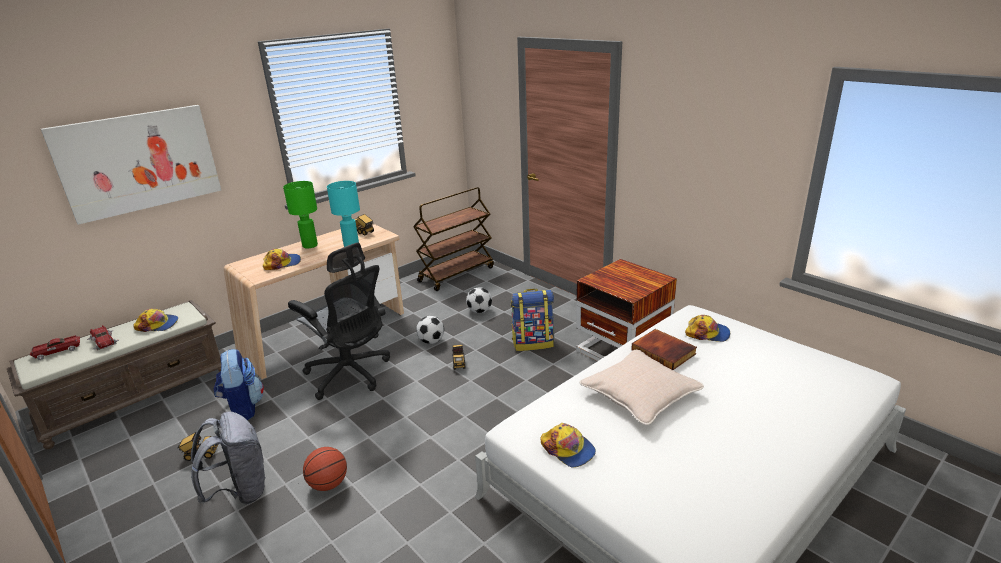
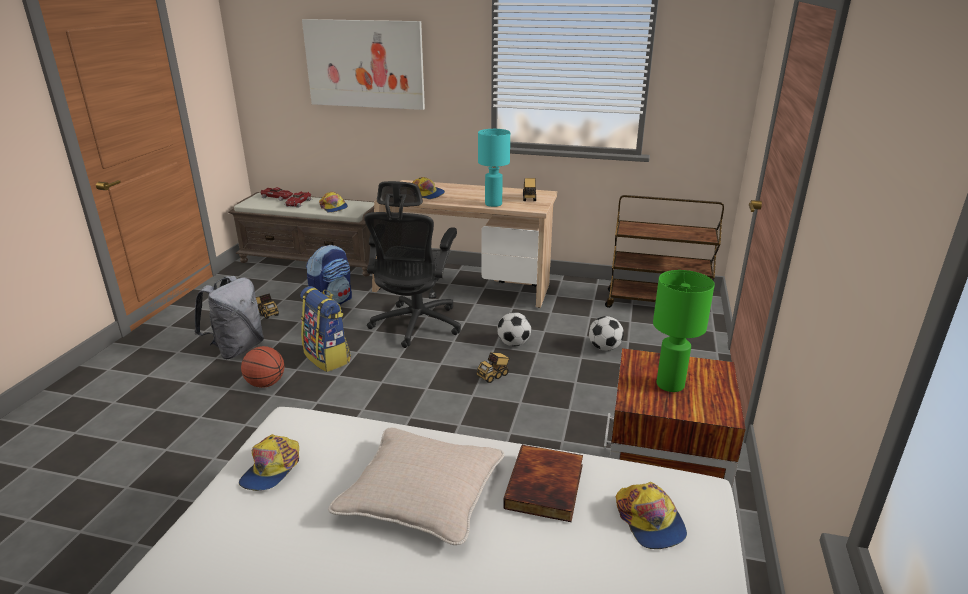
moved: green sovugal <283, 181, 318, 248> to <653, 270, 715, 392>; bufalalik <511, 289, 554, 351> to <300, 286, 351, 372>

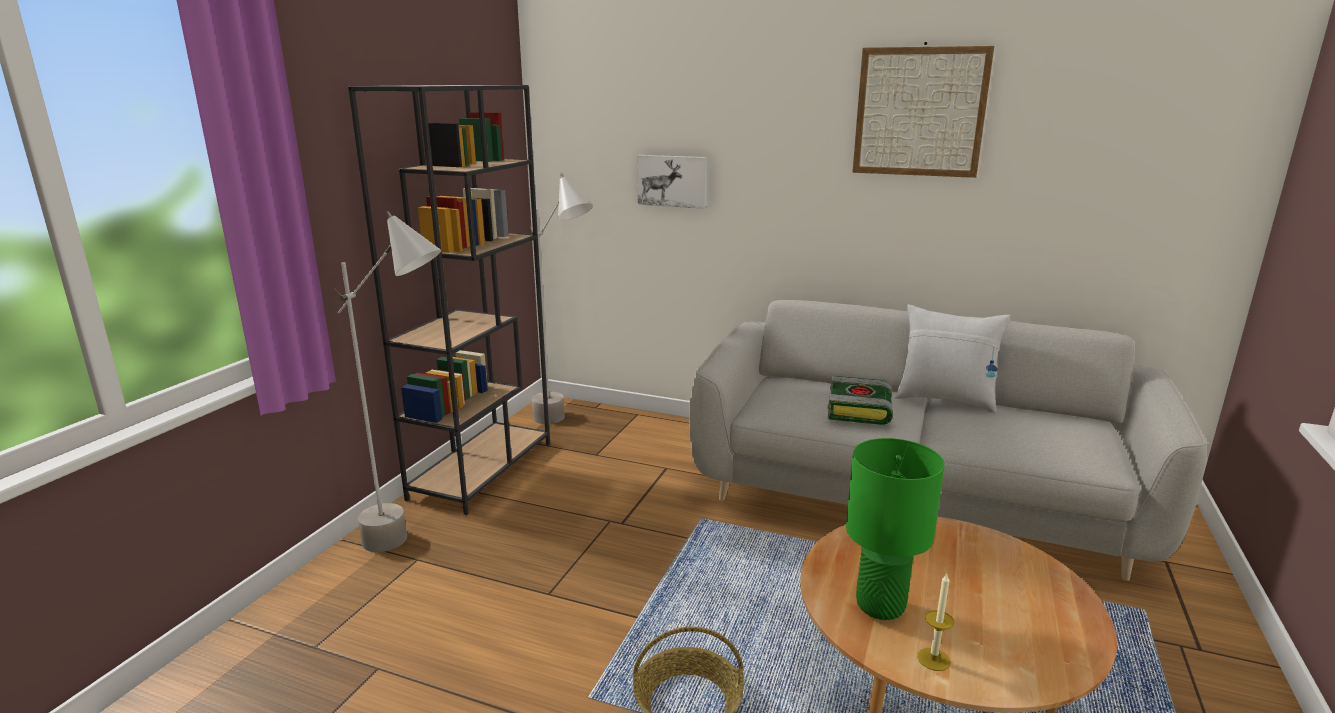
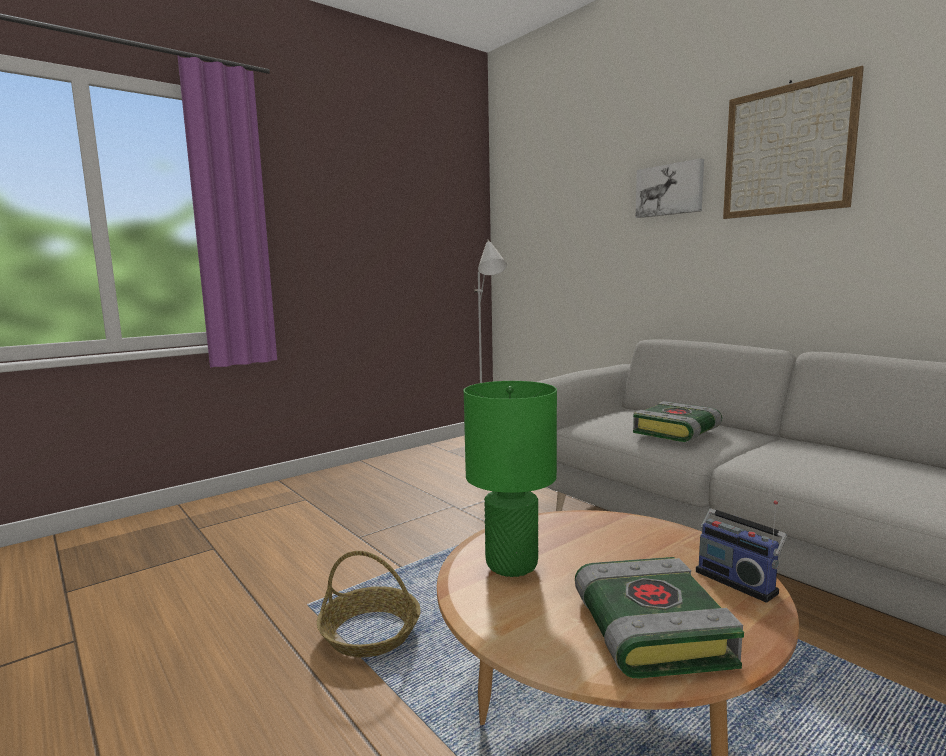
removed: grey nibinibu <334, 211, 441, 552>; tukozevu <348, 85, 550, 515>; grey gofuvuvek <895, 305, 1010, 413>; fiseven <917, 574, 954, 671>
added: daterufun <575, 557, 744, 678>; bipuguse <696, 500, 787, 603>
moved: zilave <637, 155, 708, 209> to <636, 158, 704, 218>

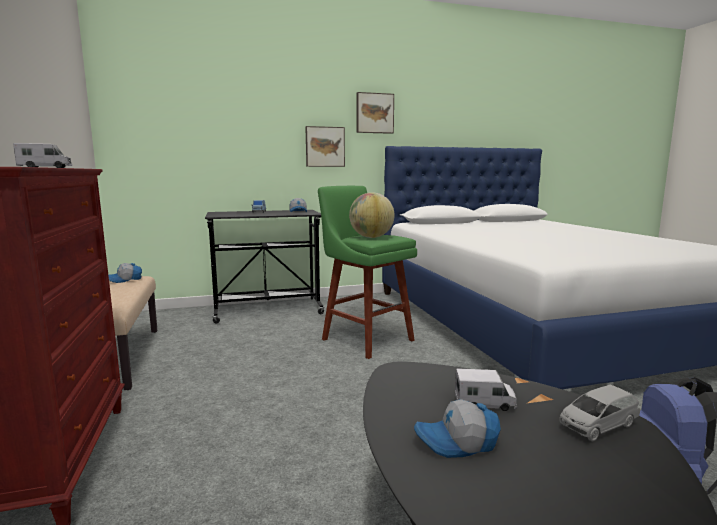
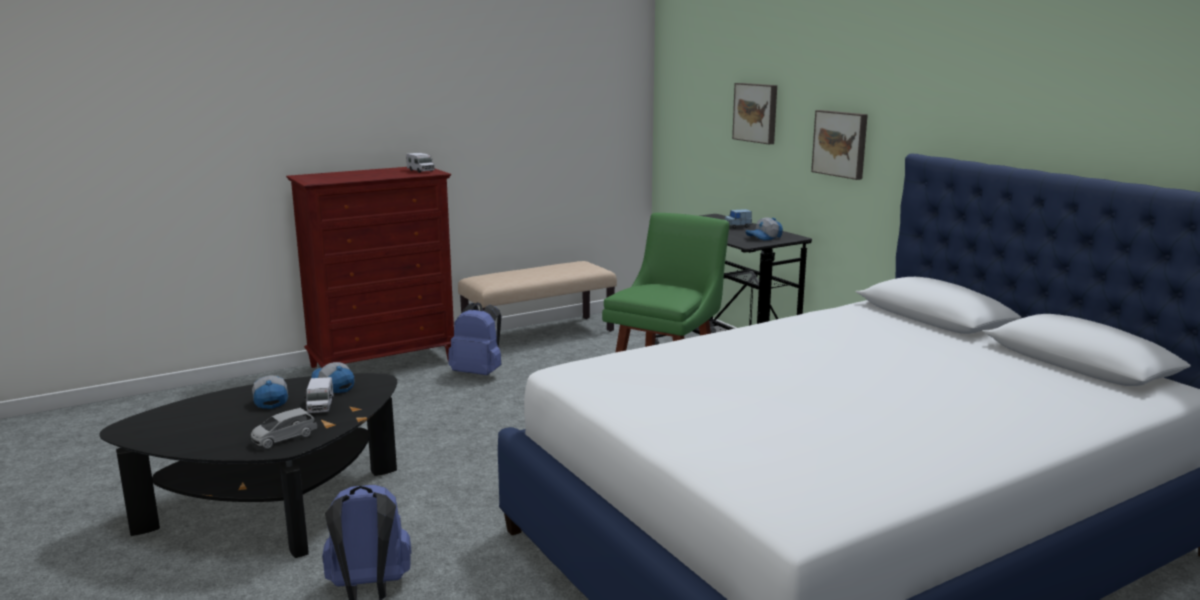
removed: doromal <349, 192, 395, 238>
added: blue bufalalik <448, 302, 502, 375>
moved: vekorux <108, 263, 142, 283> to <311, 362, 354, 393>; zilave <356, 92, 394, 134> to <732, 83, 777, 144>
turned: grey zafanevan <559, 385, 640, 441> = <251, 408, 317, 449> 90 degrees counterclockwise

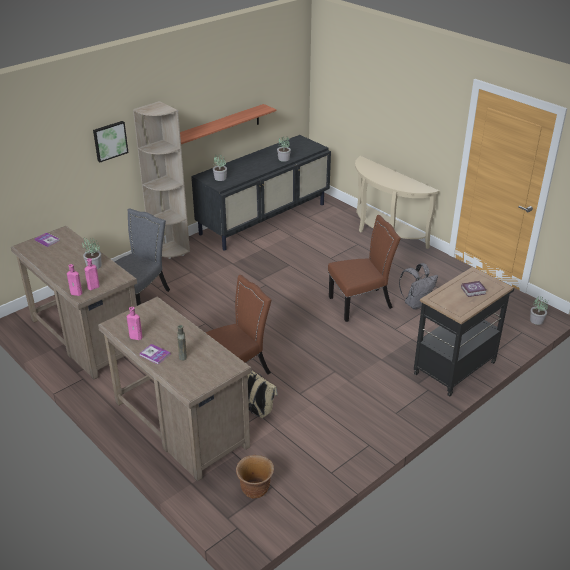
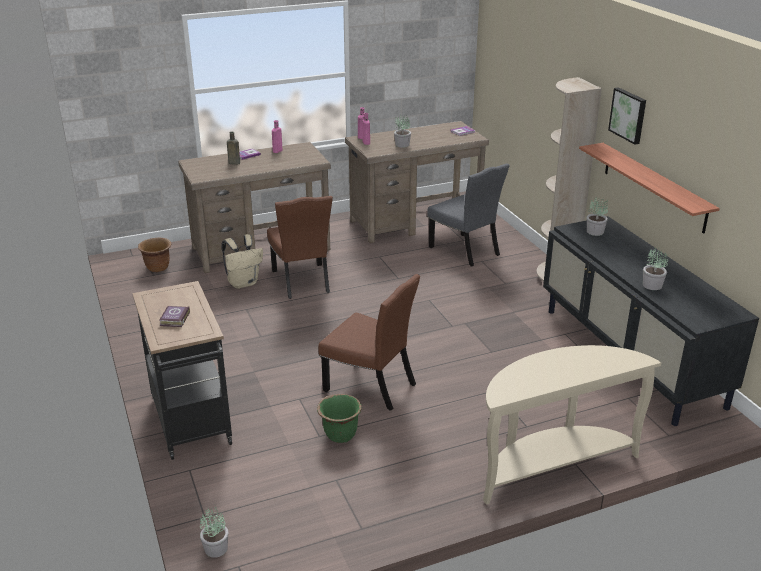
moved: zilave <93, 121, 128, 162> to <608, 87, 646, 145>
replaced: grey bufalalik <399, 263, 438, 309> to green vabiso <317, 394, 362, 443>
turned: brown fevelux <328, 215, 401, 322> = <318, 274, 420, 411> 60 degrees counterclockwise

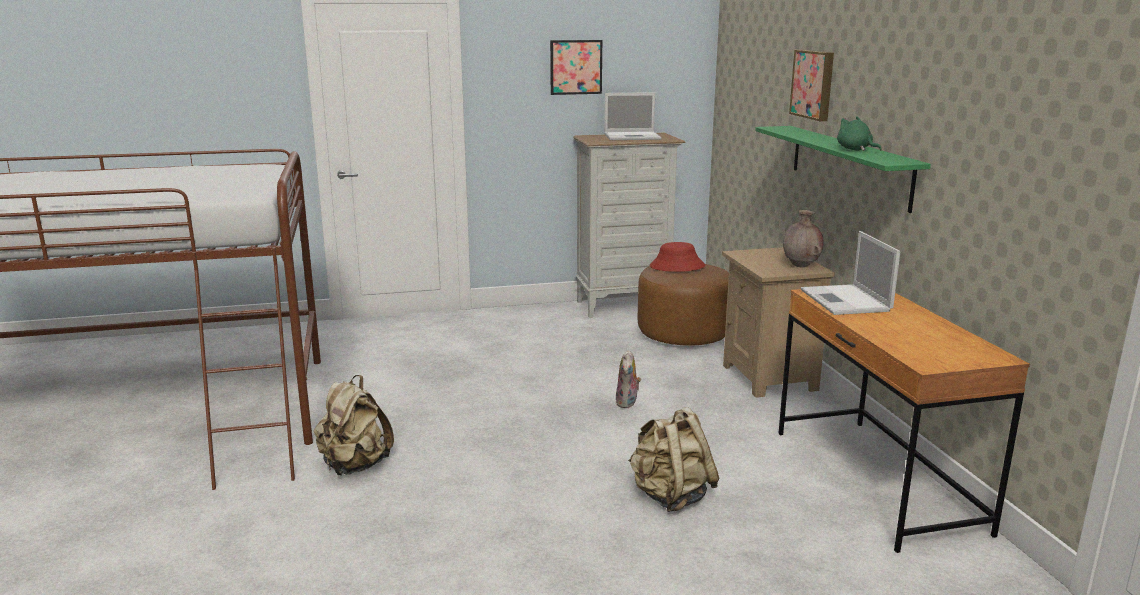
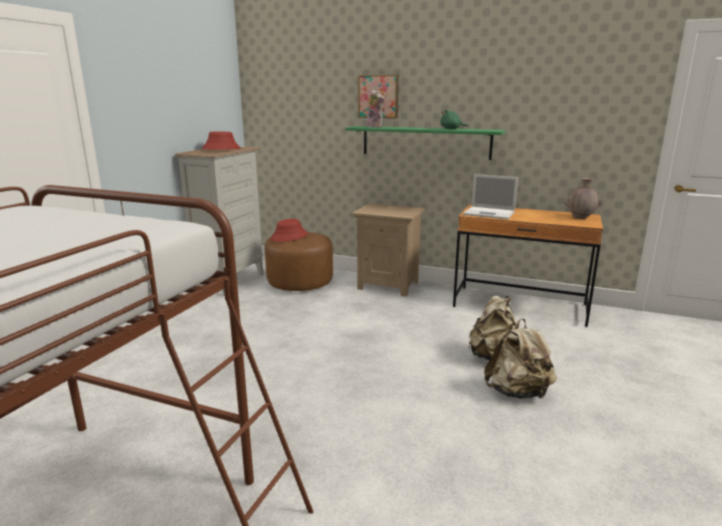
removed: zilave <550, 40, 602, 95>
moved: beige bufalalik <314, 375, 394, 475> to <484, 319, 557, 399>; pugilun <616, 350, 641, 408> to <367, 90, 384, 128>; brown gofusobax <783, 210, 824, 268> to <565, 178, 601, 219>
replaced: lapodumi <604, 92, 662, 140> to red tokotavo <202, 132, 240, 150>

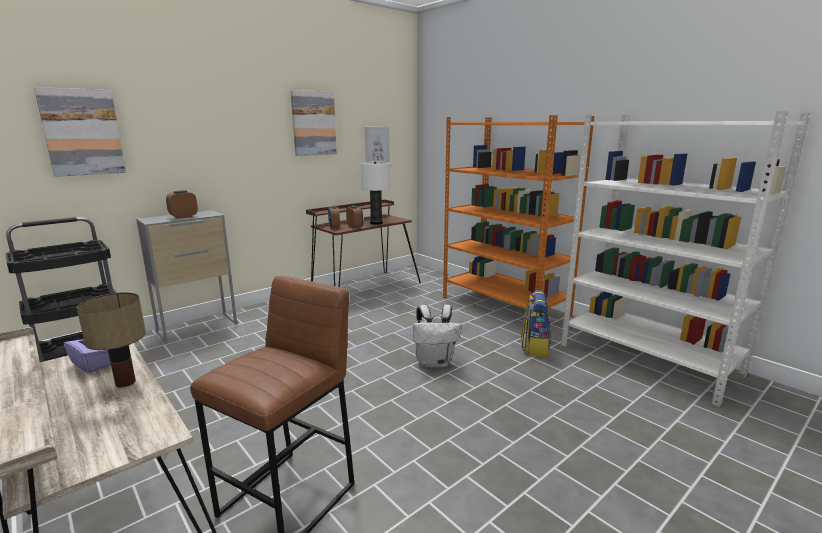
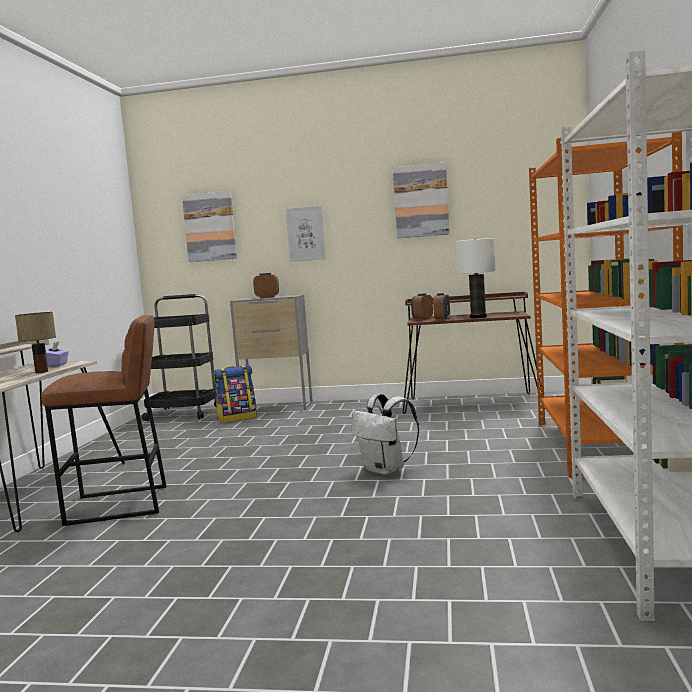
moved: zilave <365, 127, 390, 162> to <286, 205, 326, 262>; bufalalik <521, 290, 551, 357> to <214, 365, 257, 423>

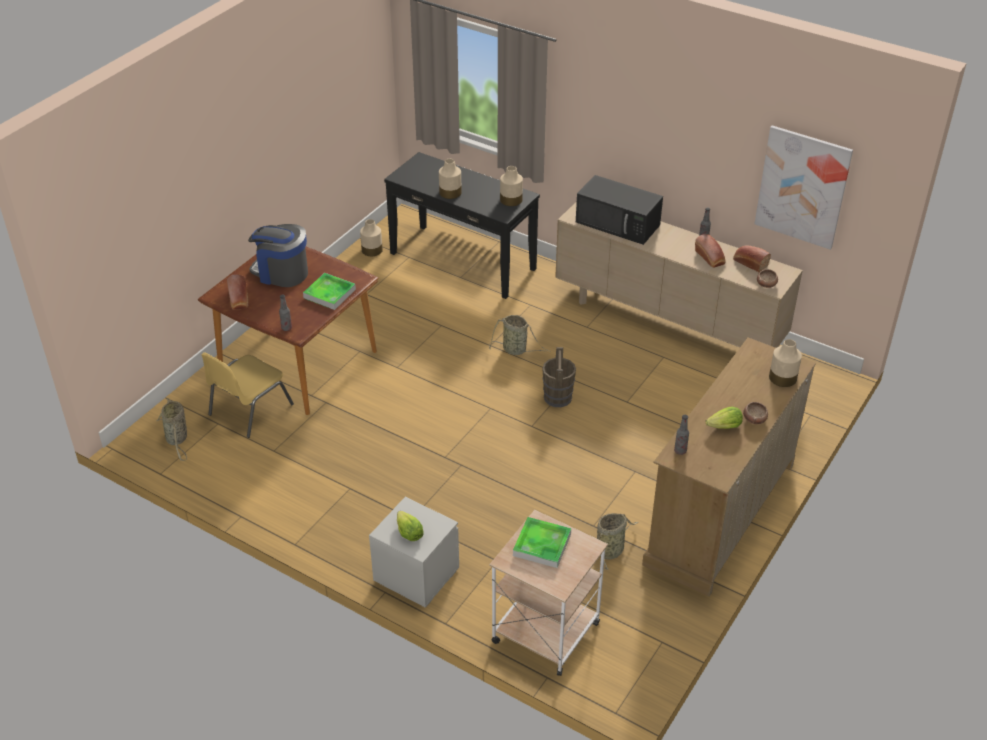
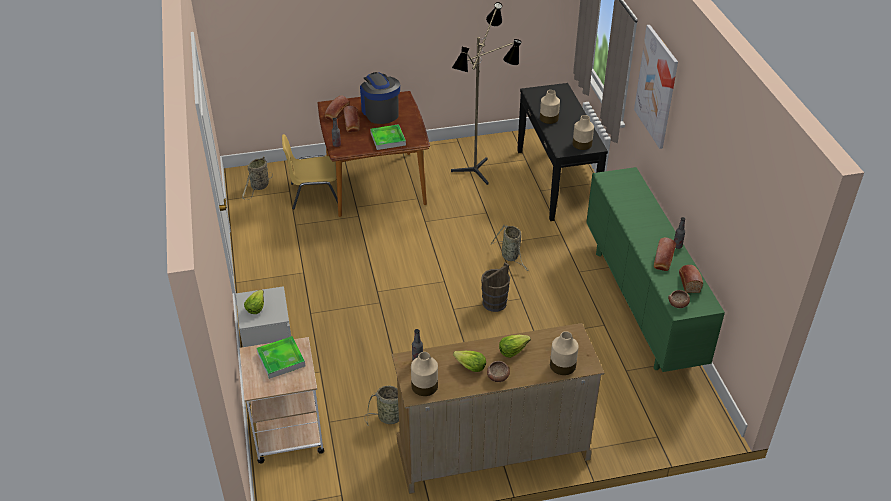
removed: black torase <576, 175, 663, 245>
added: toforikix <344, 106, 359, 132>; nibinibu <451, 2, 522, 185>; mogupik <499, 335, 531, 358>
moved: beige gofusobax <360, 219, 383, 256> to <411, 352, 438, 396>; zilave <754, 126, 853, 250> to <634, 25, 678, 149>
recoloured: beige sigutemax <555, 201, 803, 348> to green sigutemax <586, 167, 725, 372>

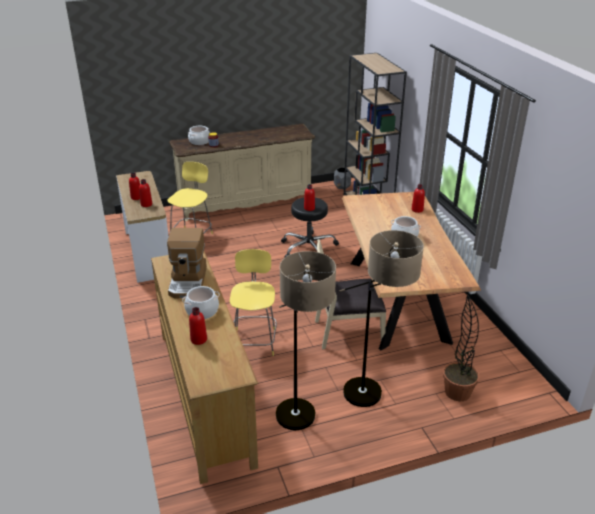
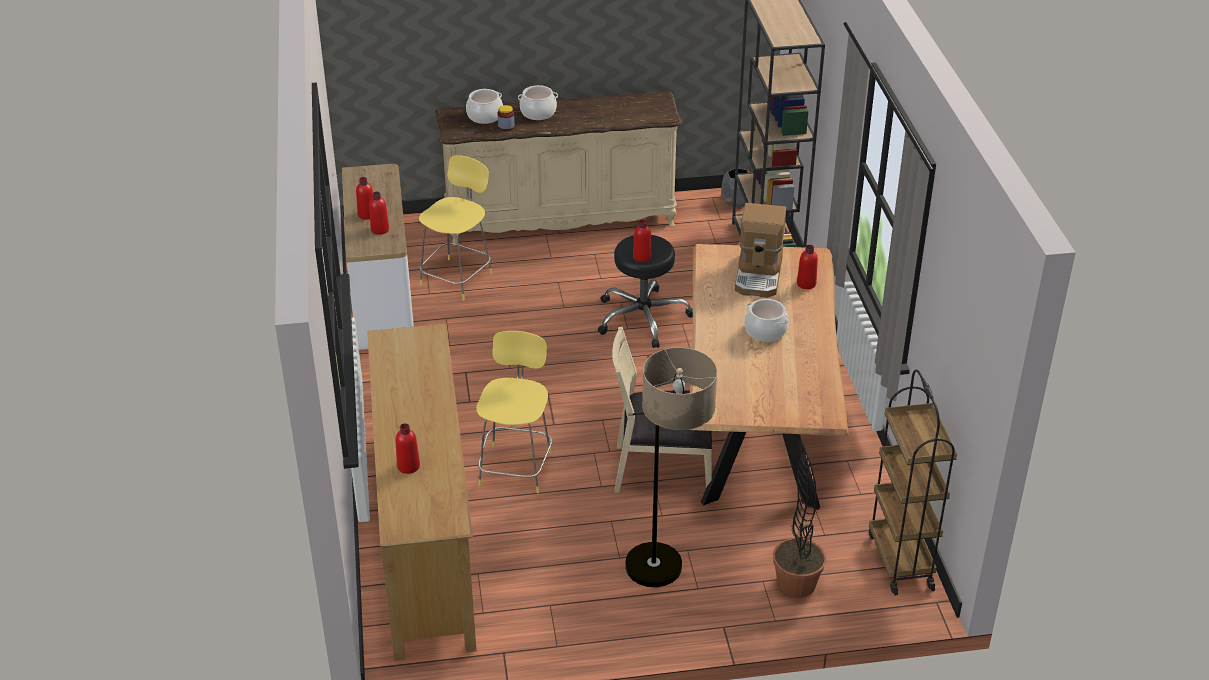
removed: nibinibu <276, 251, 336, 430>
added: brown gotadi <869, 369, 957, 596>
moved: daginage <167, 228, 207, 298> to <735, 203, 786, 298>; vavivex <182, 286, 219, 319> to <518, 85, 558, 120>

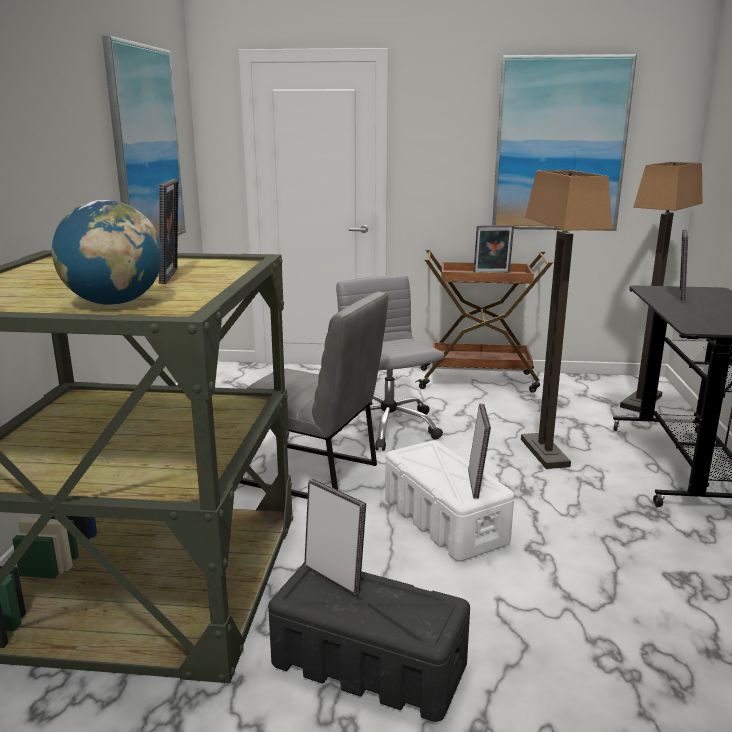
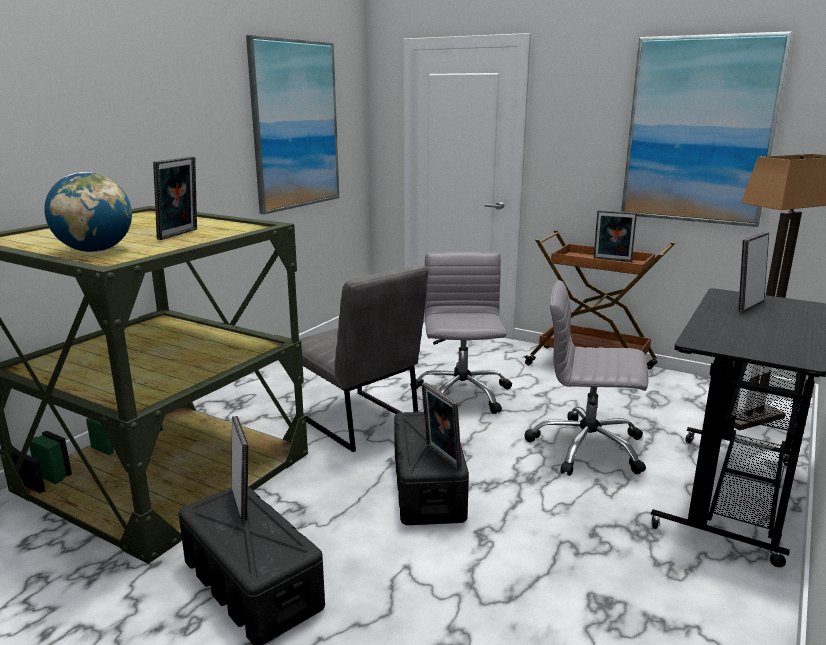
replaced: nibinibu <521, 170, 612, 469> to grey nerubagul <524, 280, 648, 476>
recoloured: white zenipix <385, 441, 514, 561> to black zenipix <394, 412, 469, 525>
turned: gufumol <468, 403, 491, 499> = <421, 382, 462, 470> 120 degrees clockwise

